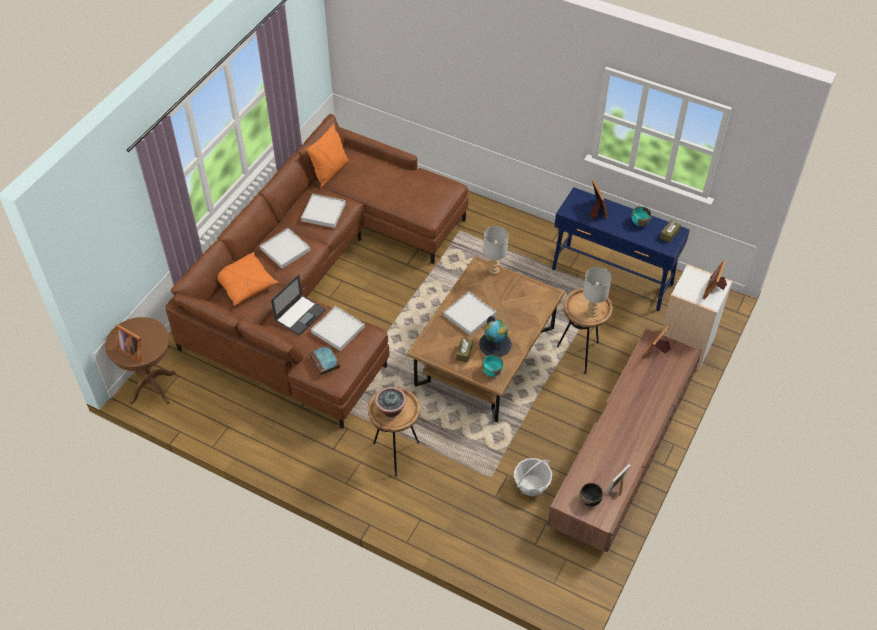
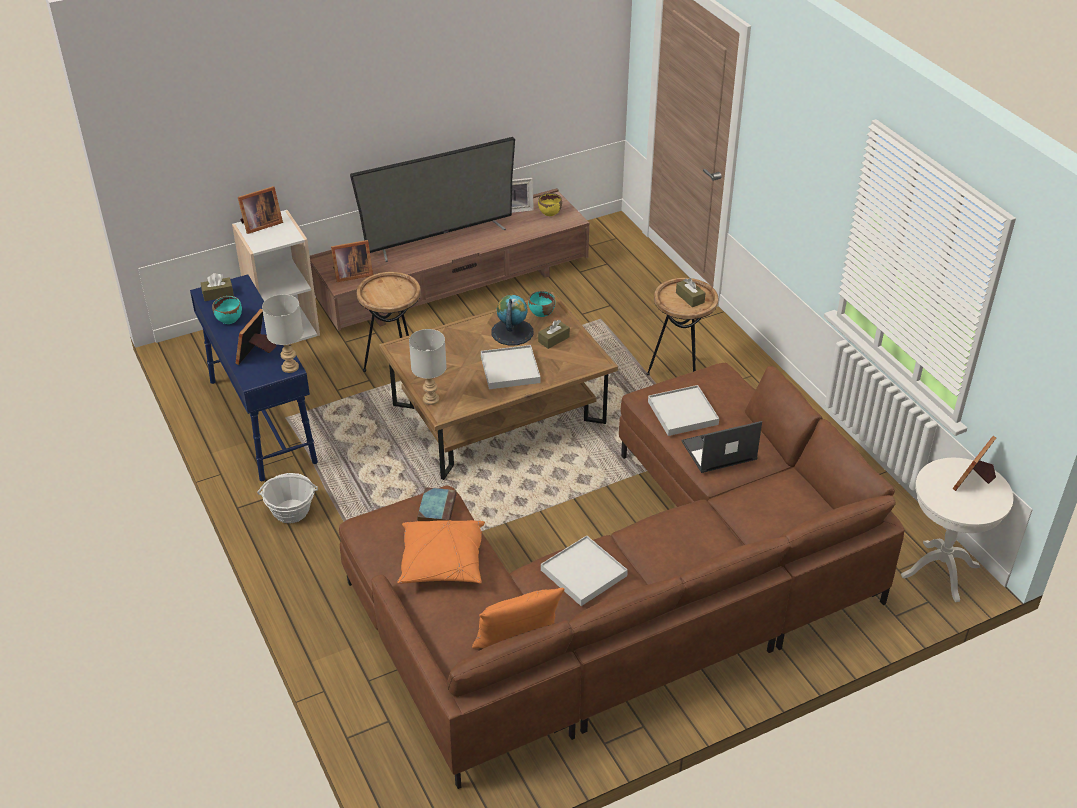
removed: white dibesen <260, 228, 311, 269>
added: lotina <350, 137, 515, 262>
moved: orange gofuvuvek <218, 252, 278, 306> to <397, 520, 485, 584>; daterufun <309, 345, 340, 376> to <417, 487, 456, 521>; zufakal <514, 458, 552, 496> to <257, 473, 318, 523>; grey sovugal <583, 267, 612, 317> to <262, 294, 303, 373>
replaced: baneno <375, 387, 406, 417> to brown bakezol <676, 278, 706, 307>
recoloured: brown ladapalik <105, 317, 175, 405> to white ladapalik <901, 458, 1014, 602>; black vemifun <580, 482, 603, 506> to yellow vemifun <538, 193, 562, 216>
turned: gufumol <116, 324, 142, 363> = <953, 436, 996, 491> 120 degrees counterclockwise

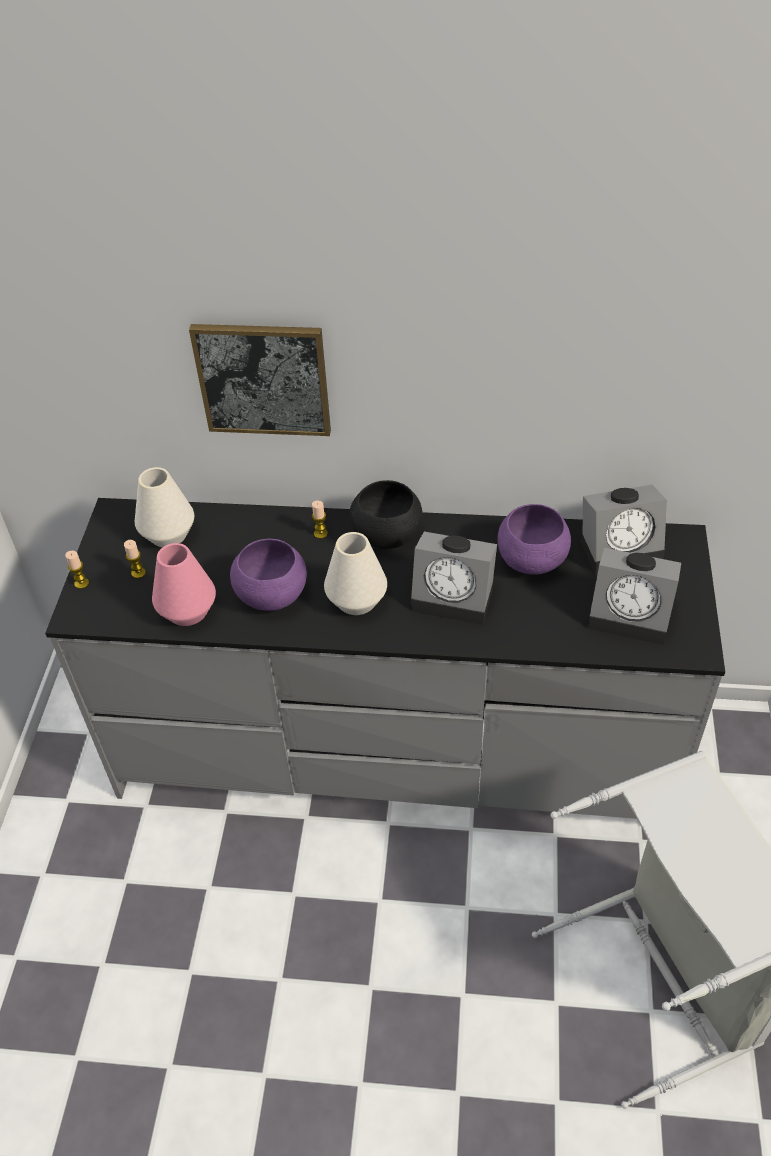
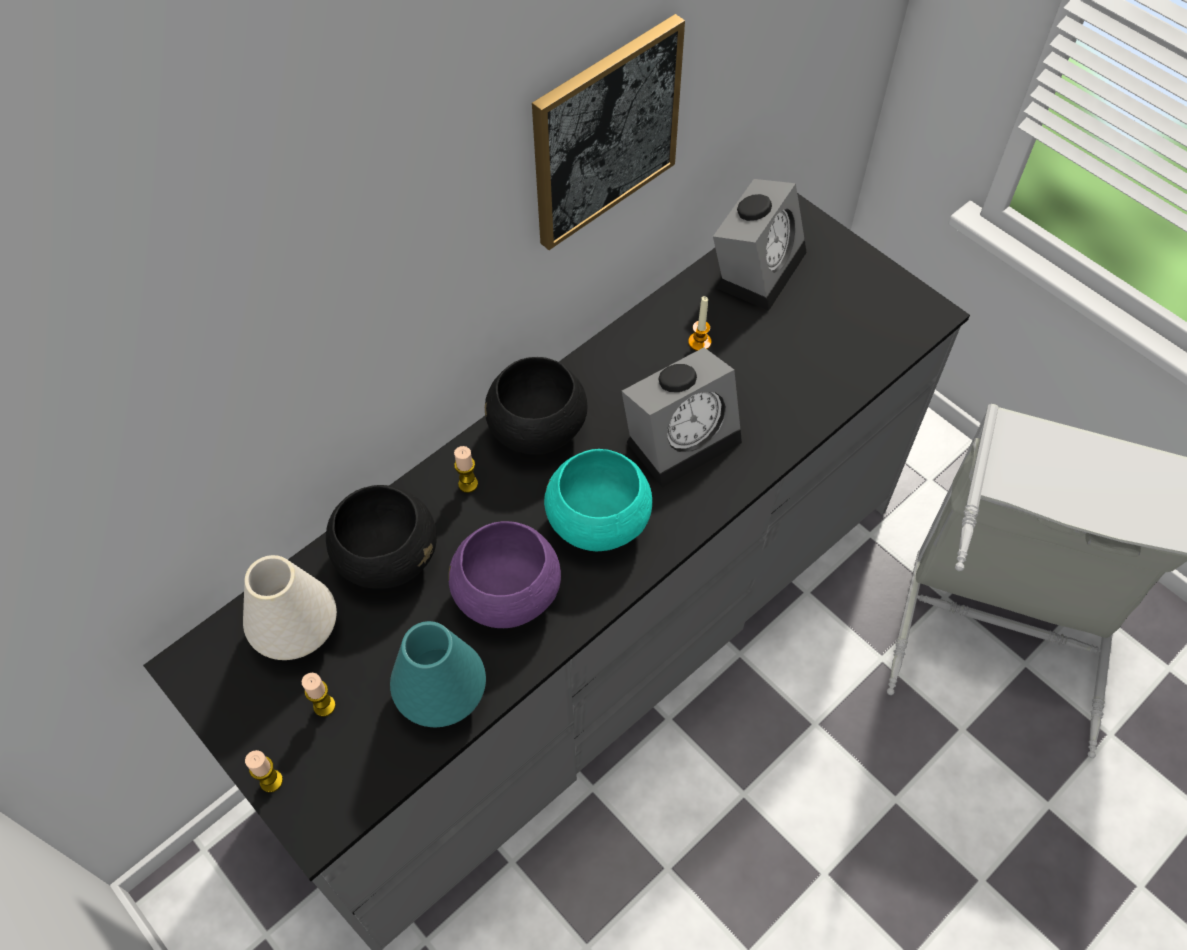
removed: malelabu <587, 548, 681, 645>
added: black vemifun <326, 485, 437, 589>
moved: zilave <189, 324, 331, 436> to <532, 14, 685, 250>
replaced: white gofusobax <324, 532, 387, 615> to turquoise vemifun <544, 449, 652, 551>; purple vemifun <498, 504, 571, 575> to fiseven <688, 296, 712, 351>
recoloured: pink gofusobax <152, 543, 216, 626> to turquoise gofusobax <390, 621, 486, 727>

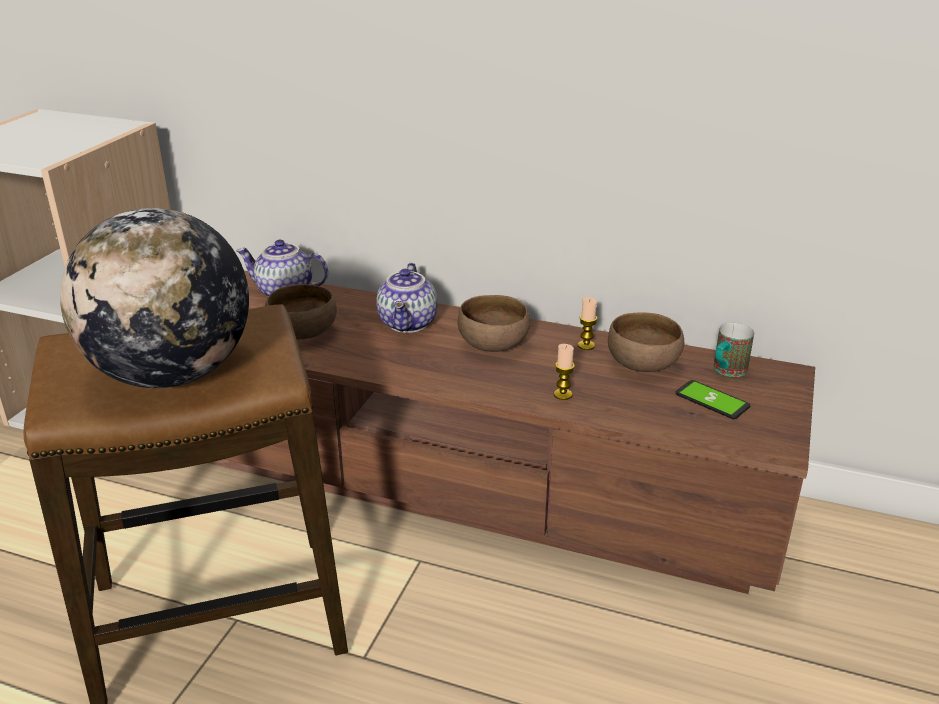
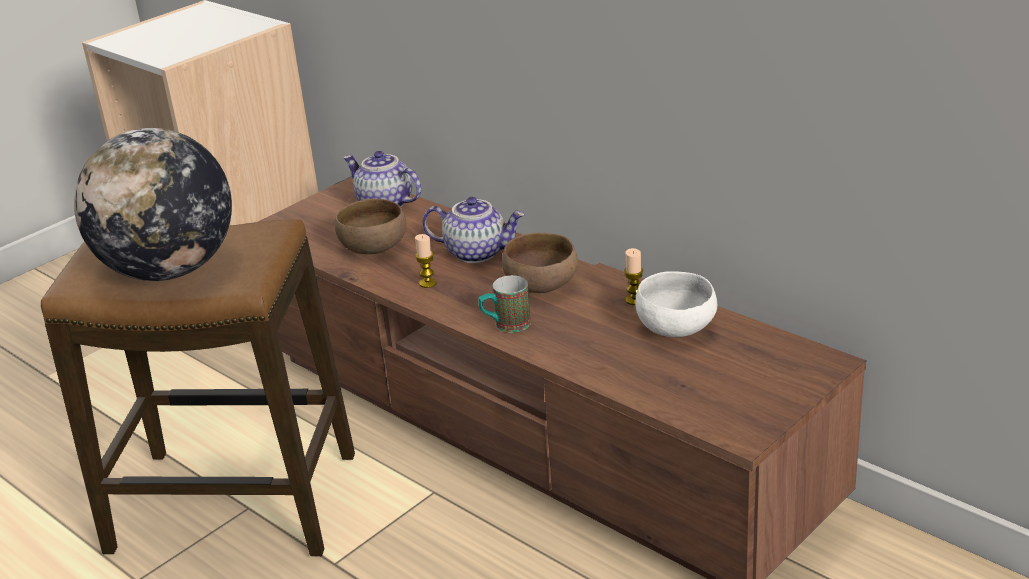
removed: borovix <675, 380, 750, 419>
moved: fiseven <554, 344, 575, 400> to <415, 234, 437, 288>; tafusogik <714, 323, 754, 377> to <478, 275, 531, 333>
recoloured: brown vemifun <608, 312, 685, 372> to white vemifun <635, 271, 717, 337>
turned: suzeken <376, 263, 438, 333> = <423, 197, 525, 263> 105 degrees counterclockwise

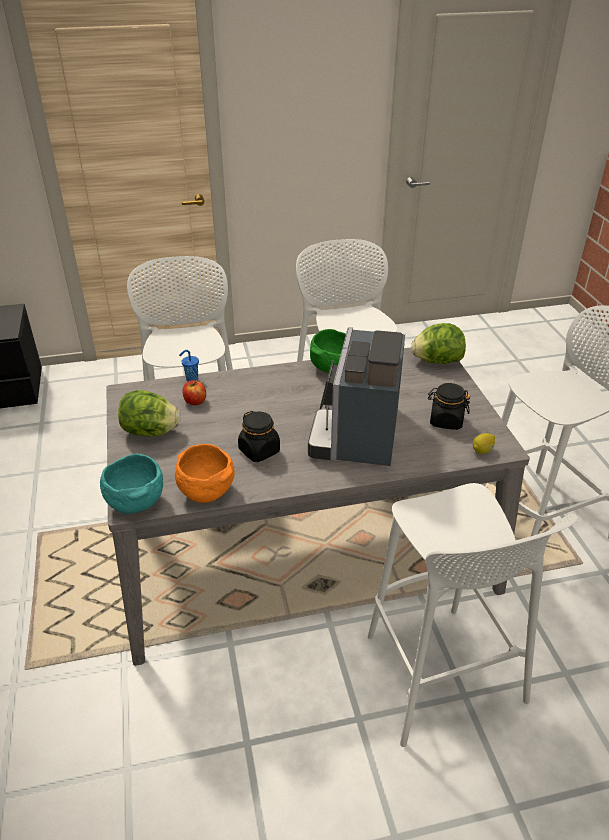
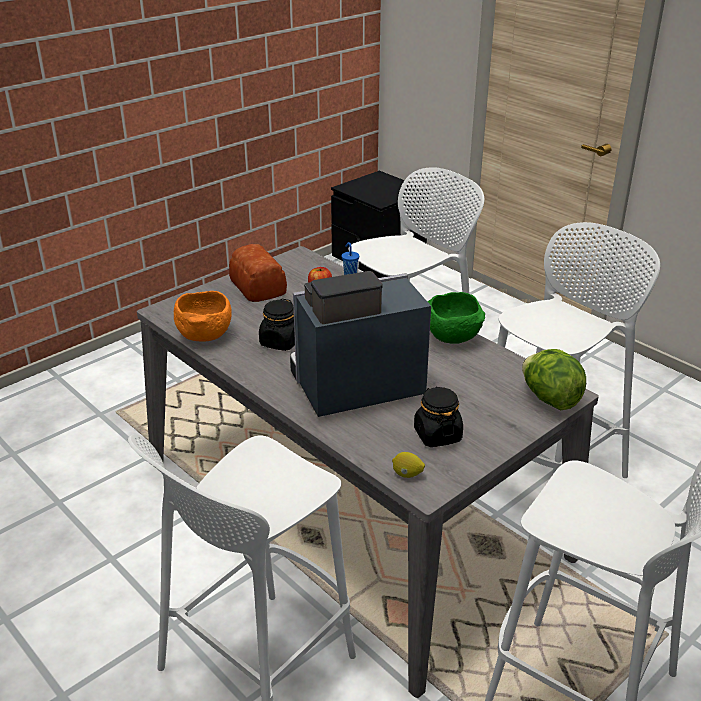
removed: turquoise vemifun <100, 454, 163, 514>
replaced: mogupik <118, 390, 180, 437> to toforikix <229, 244, 287, 302>

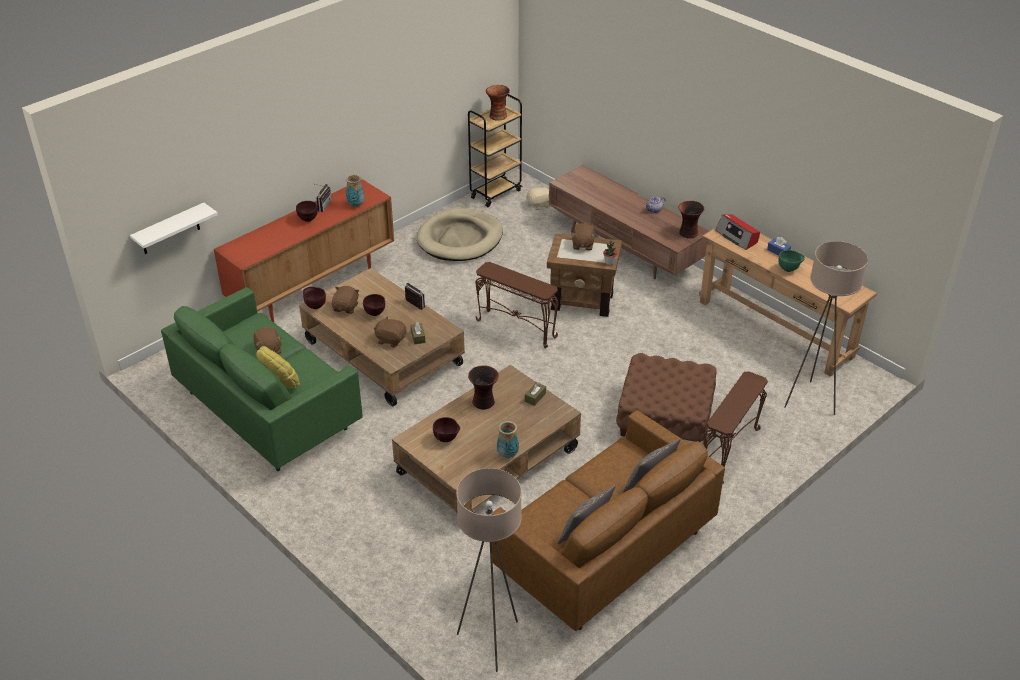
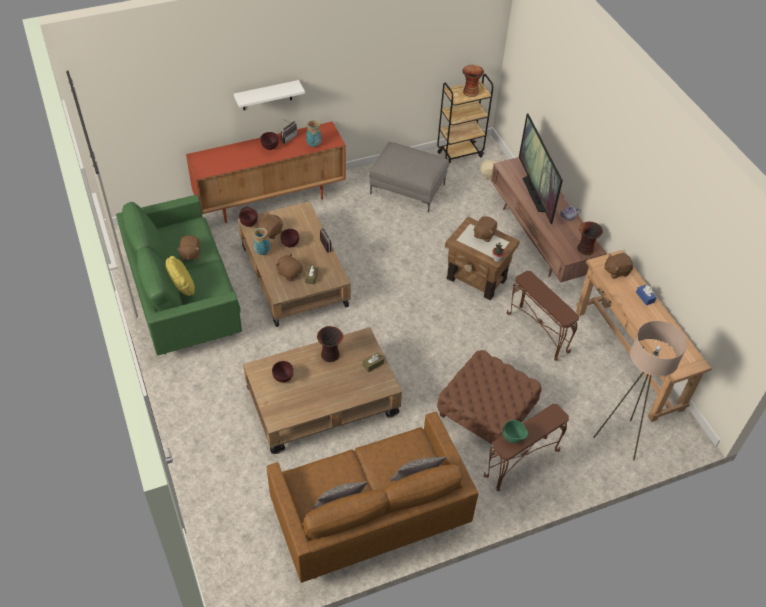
removed: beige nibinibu <456, 468, 522, 672>
added: lotina <519, 114, 563, 224>
moved: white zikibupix <130, 203, 218, 254> to <234, 80, 305, 110>; brown ladapalik <475, 262, 559, 348> to <507, 271, 579, 361>; gofusobax <497, 421, 519, 458> to <253, 228, 270, 255>; green vemifun <779, 250, 805, 272> to <503, 420, 528, 443>
replaced: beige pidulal <416, 208, 503, 261> to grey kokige <369, 142, 449, 213>; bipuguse <715, 214, 760, 250> to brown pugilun <604, 253, 633, 279>

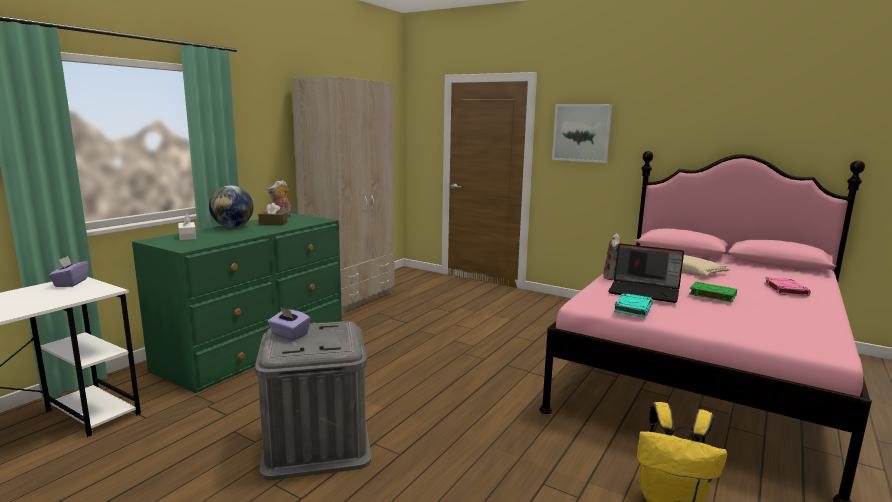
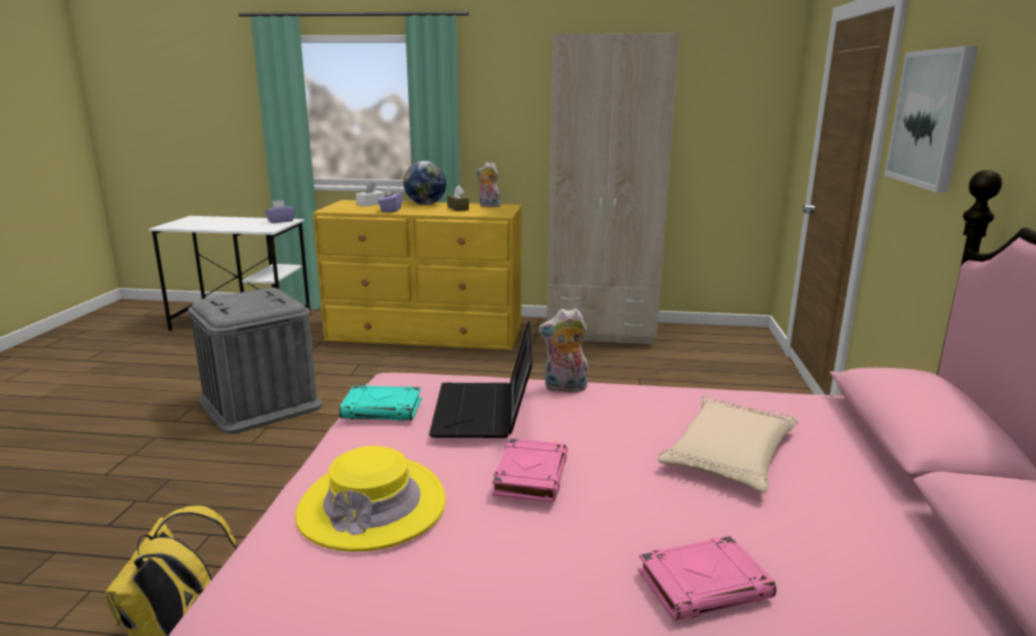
added: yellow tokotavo <295, 446, 446, 552>
moved: purple bakezol <268, 307, 310, 340> to <378, 187, 403, 212>
recoloured: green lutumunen <132, 213, 342, 393> to yellow lutumunen <313, 200, 522, 350>; green daterufun <689, 282, 737, 302> to pink daterufun <492, 438, 568, 502>

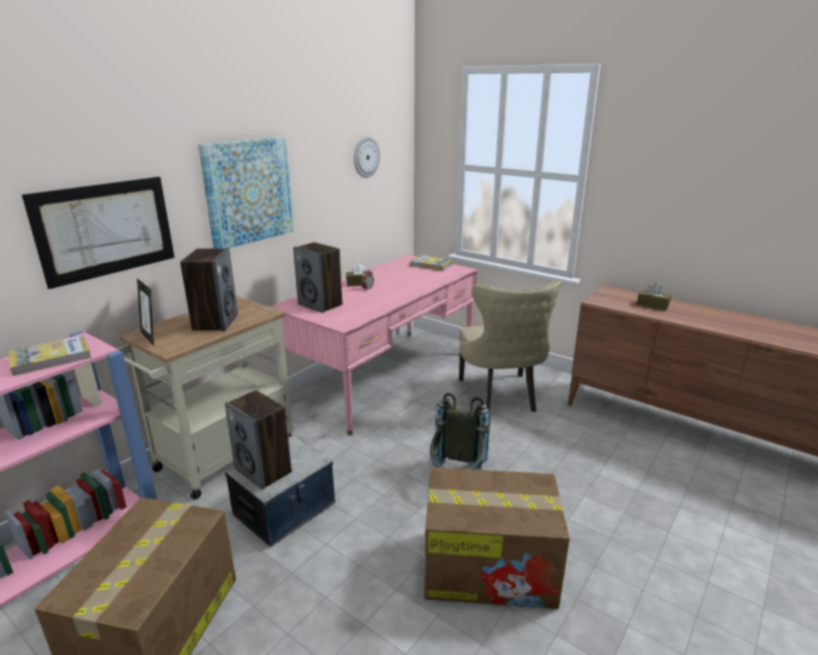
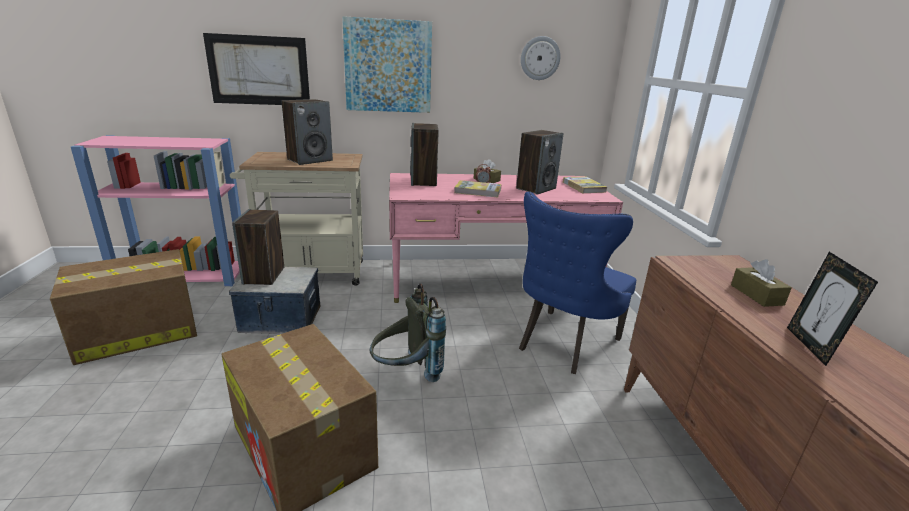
added: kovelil <516, 130, 564, 195>
moved: daterufun <9, 335, 92, 376> to <454, 180, 501, 197>; gufumol <137, 279, 154, 345> to <787, 252, 878, 366>
recoloured: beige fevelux <459, 280, 562, 412> to blue fevelux <519, 192, 636, 374>

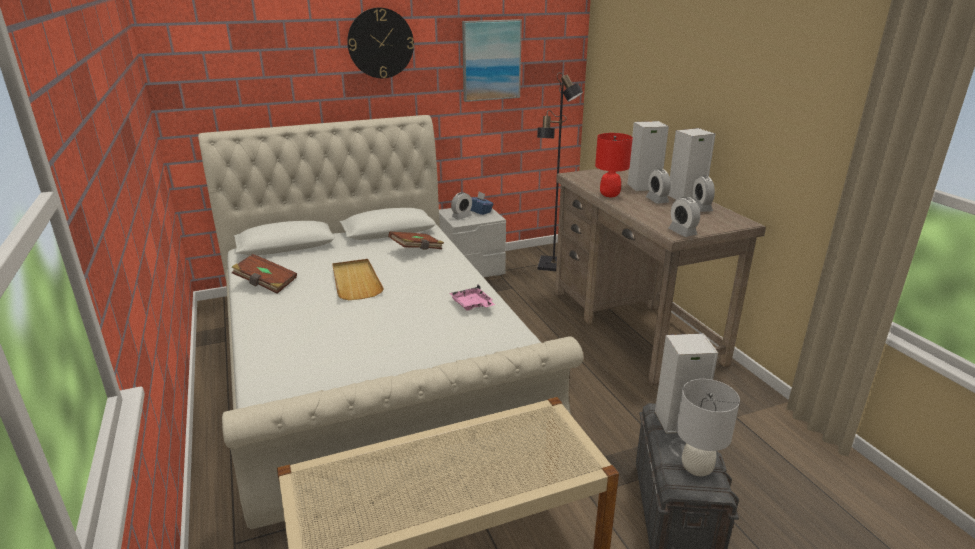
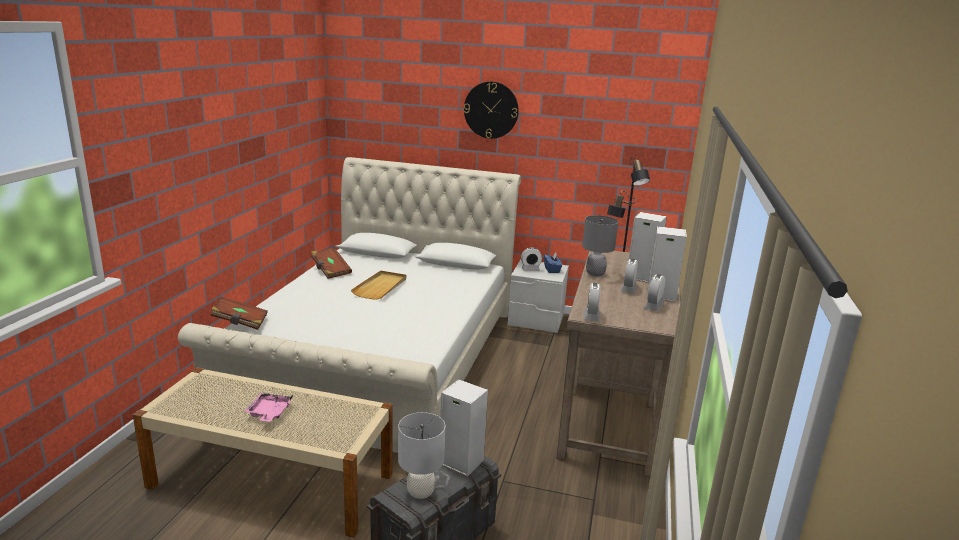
removed: zilave <462, 19, 522, 102>
moved: brown daterufun <388, 232, 444, 250> to <210, 297, 268, 330>; pink dibesen <449, 284, 495, 310> to <244, 393, 293, 422>
recoloured: red sovugal <595, 133, 633, 197> to grey sovugal <582, 215, 618, 276>

